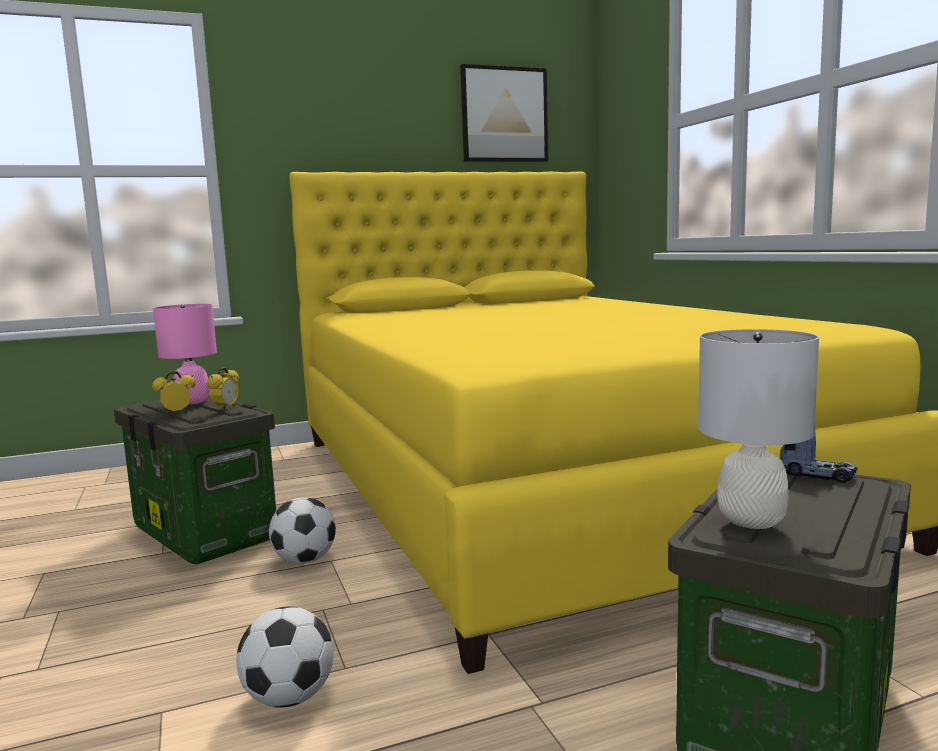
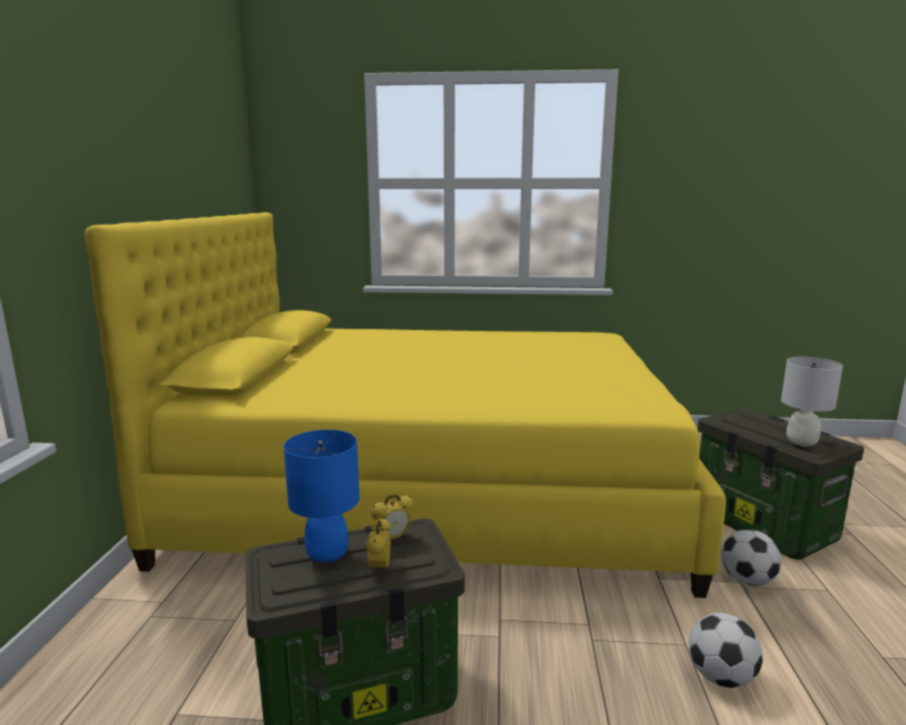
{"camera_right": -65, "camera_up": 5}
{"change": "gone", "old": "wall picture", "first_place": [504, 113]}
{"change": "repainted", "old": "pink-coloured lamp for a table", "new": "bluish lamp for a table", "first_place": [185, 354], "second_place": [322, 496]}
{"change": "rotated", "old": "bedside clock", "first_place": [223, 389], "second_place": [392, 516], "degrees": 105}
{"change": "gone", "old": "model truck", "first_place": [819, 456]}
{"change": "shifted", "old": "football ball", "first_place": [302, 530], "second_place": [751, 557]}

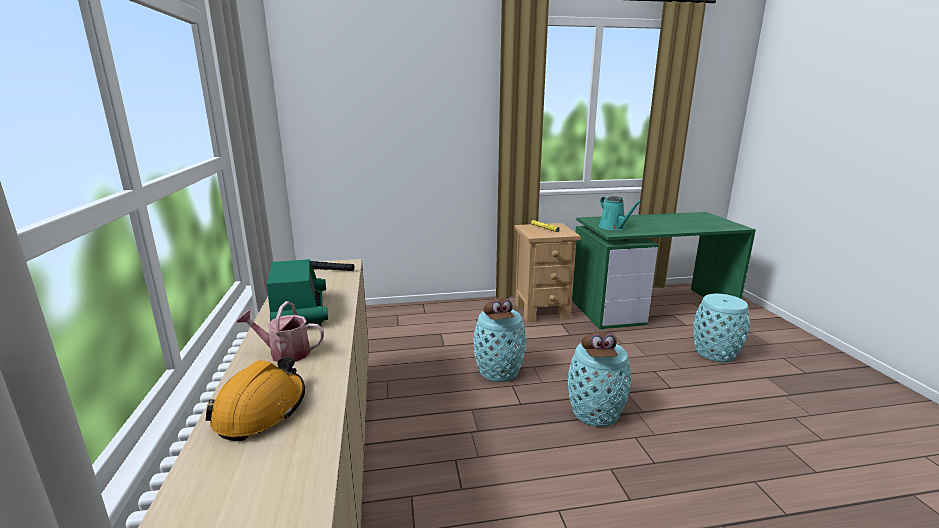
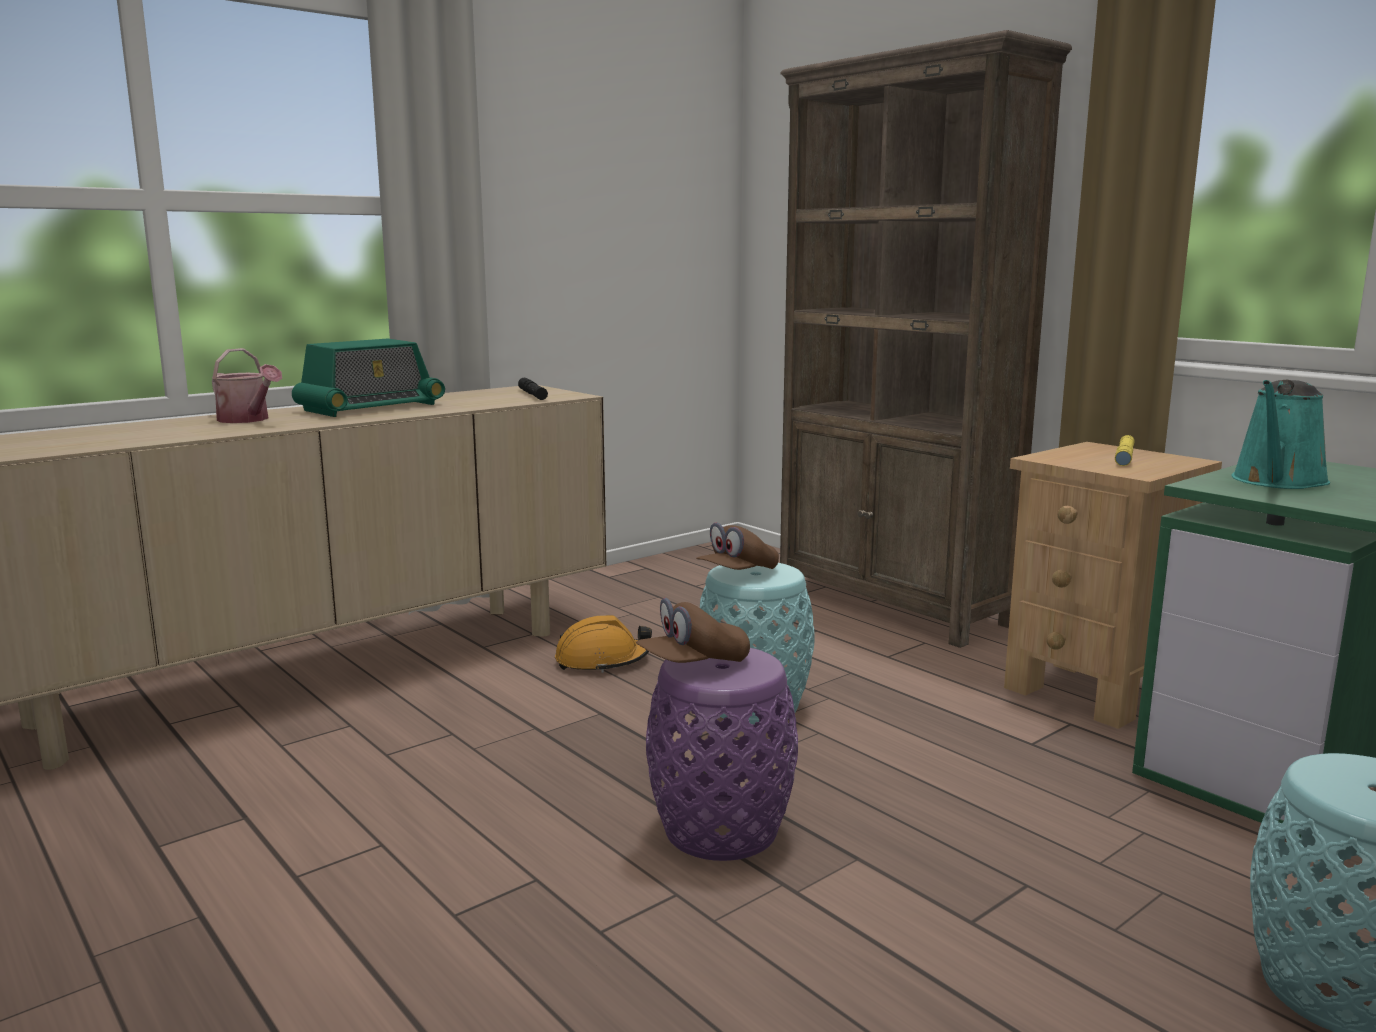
{"camera_right": 60, "camera_up": -5}
{"change": "rotated", "old": "sprinkling can", "first_place": [280, 331], "second_place": [247, 385], "degrees": 150}
{"change": "repainted", "old": "blue-green stool", "new": "purplish stool", "first_place": [599, 385], "second_place": [722, 754]}
{"change": "shifted", "old": "orange work helmet", "first_place": [255, 398], "second_place": [603, 644]}
{"change": "new", "new": "brown bookcase", "second_place": [926, 339]}

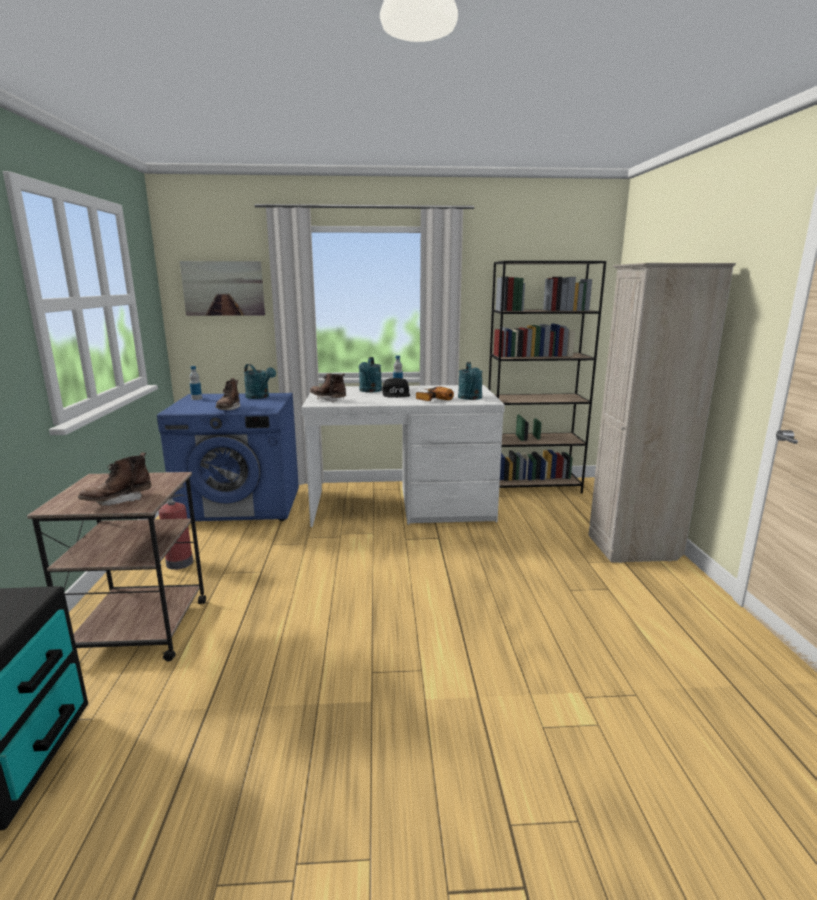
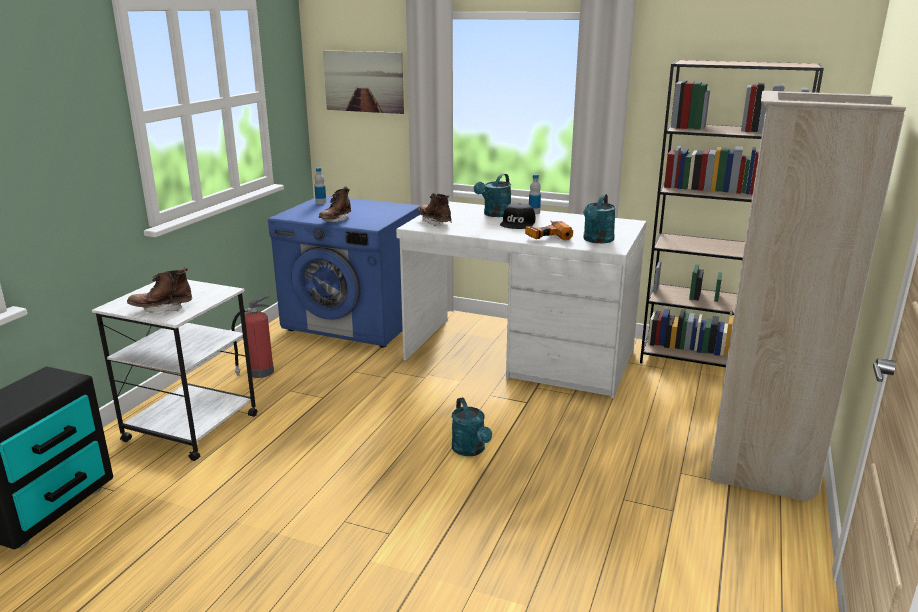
{"camera_right": 25, "camera_up": 5}
{"change": "shifted", "old": "blue-green sprinkling can", "first_place": [259, 381], "second_place": [472, 427]}
{"change": "repainted", "old": "brown wheeled cart", "new": "white-coloured wheeled cart", "first_place": [116, 566], "second_place": [175, 370]}

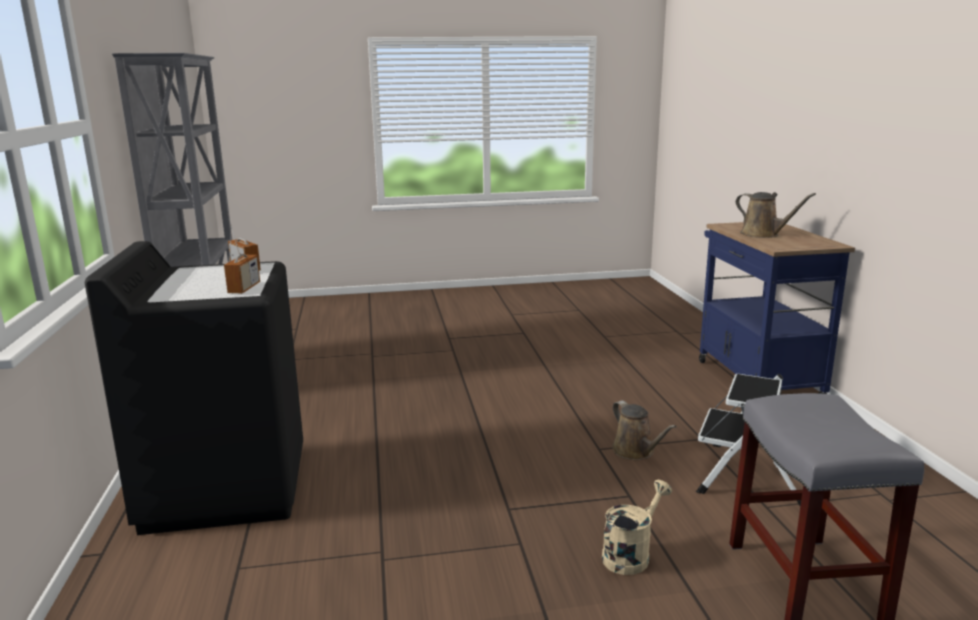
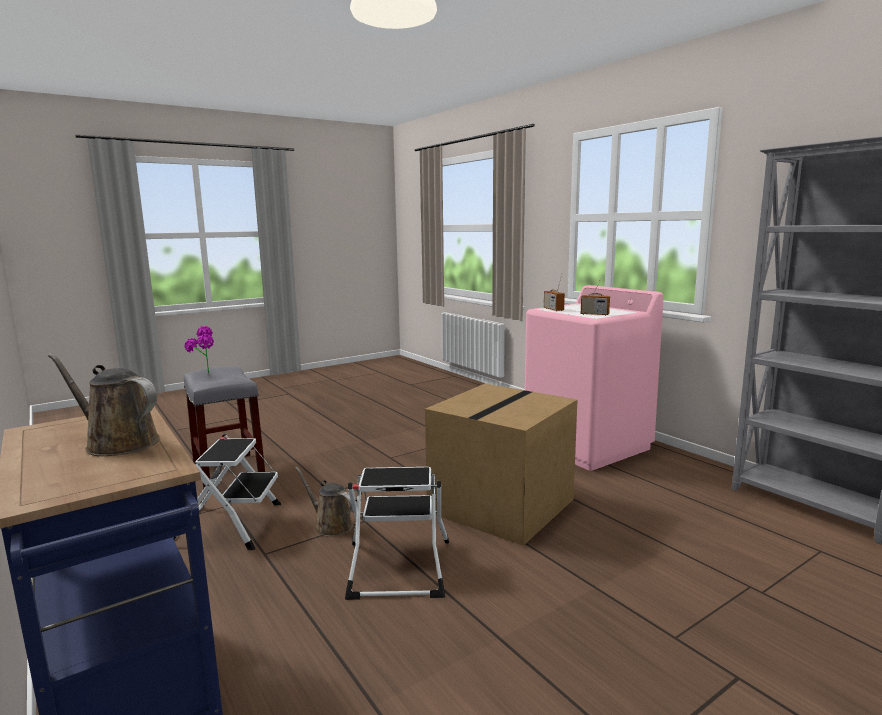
{"camera_right": 155, "camera_up": -5}
{"change": "repainted", "old": "black-coloured laundry machine", "new": "pink-coloured laundry machine", "first_place": [194, 388], "second_place": [594, 378]}
{"change": "gone", "old": "beige sprinkling can", "first_place": [637, 527]}
{"change": "new", "new": "plant in a pot", "second_place": [199, 349]}
{"change": "new", "new": "carton", "second_place": [501, 465]}
{"change": "new", "new": "step stool", "second_place": [397, 533]}

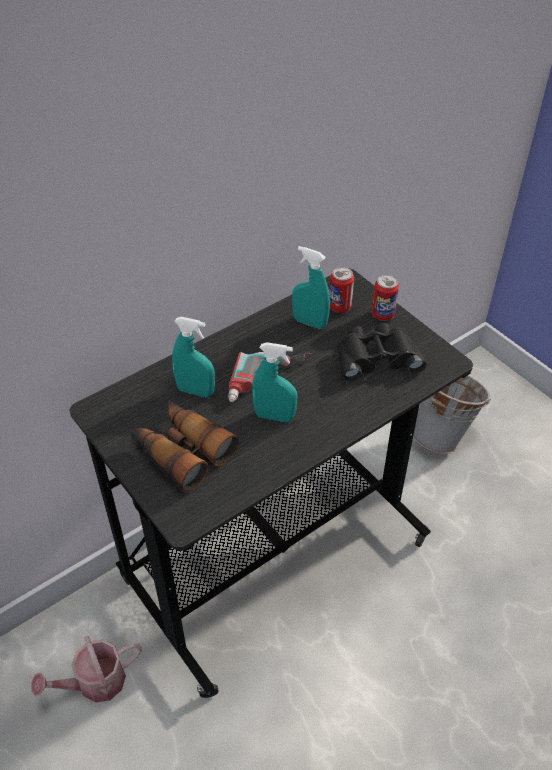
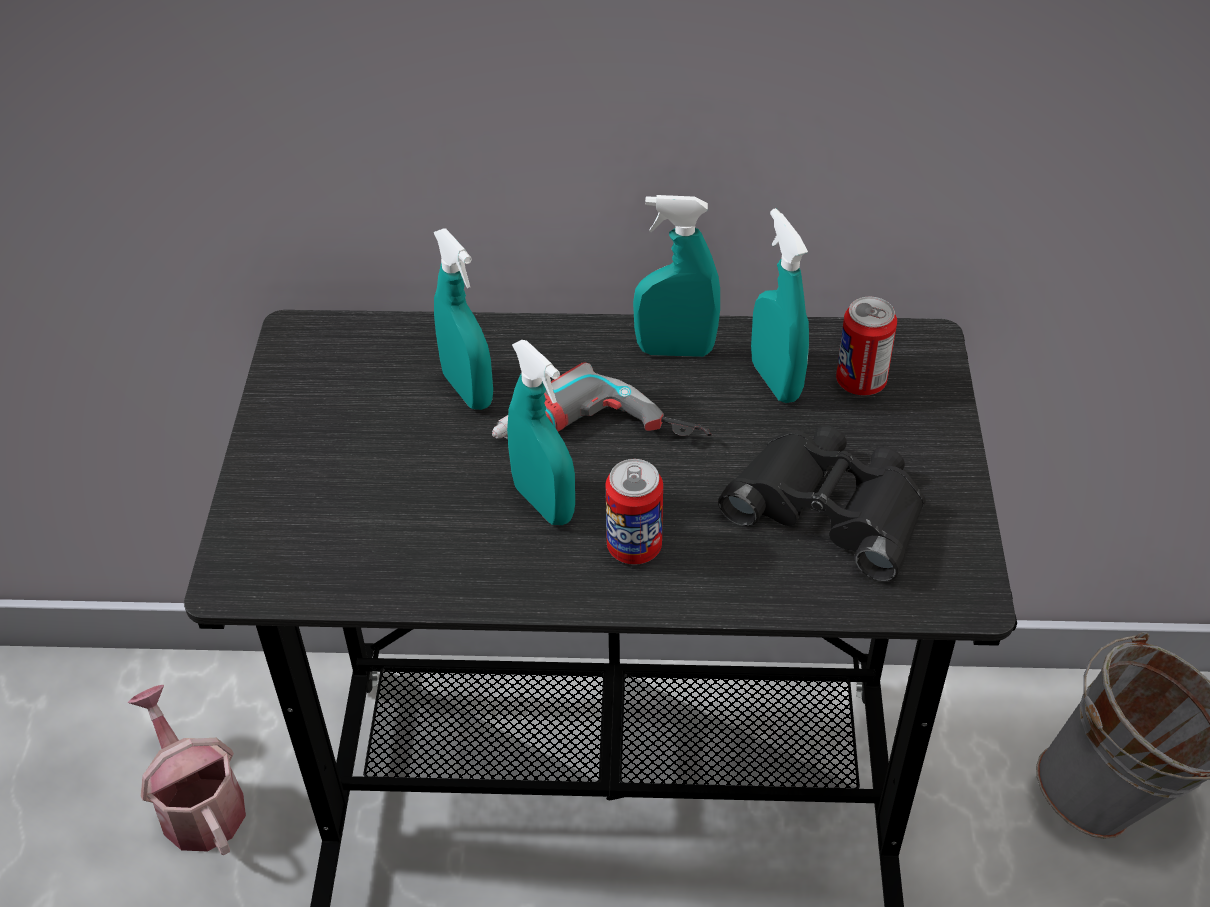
{"camera_right": 40, "camera_up": 0}
{"change": "shifted", "old": "metal can", "first_place": [385, 298], "second_place": [634, 512]}
{"change": "gone", "old": "binoculars", "first_place": [184, 446]}
{"change": "rotated", "old": "sprinkling can", "first_place": [86, 669], "second_place": [187, 770], "degrees": 45}
{"change": "new", "new": "blue-green hand sprayer", "second_place": [676, 276]}

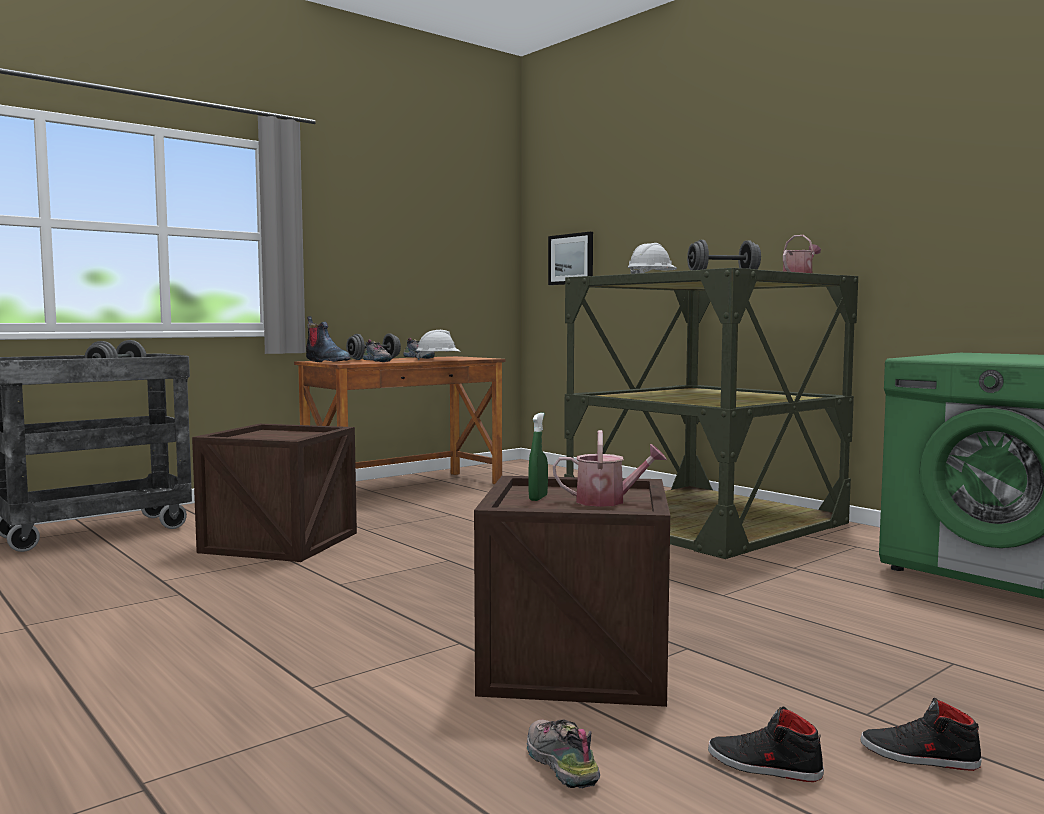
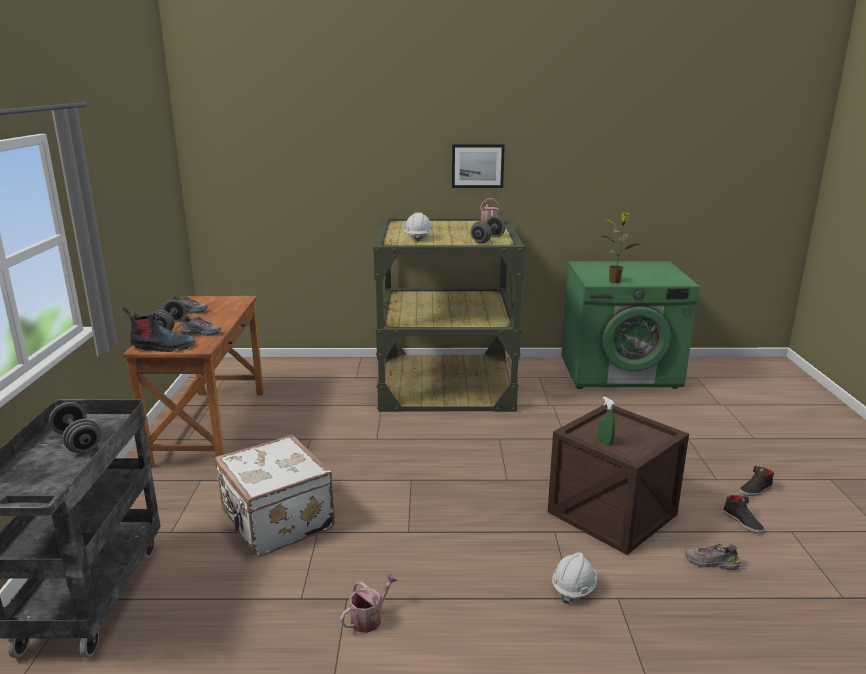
{"camera_right": -50, "camera_up": 15}
{"change": "shifted", "old": "wall picture", "first_place": [570, 258], "second_place": [478, 166]}
{"change": "shifted", "old": "white-coloured work helmet", "first_place": [438, 345], "second_place": [574, 578]}
{"change": "swapped", "old": "crate", "new": "white-coloured suitcase", "first_place": [274, 493], "second_place": [275, 495]}
{"change": "shifted", "old": "sprinkling can", "first_place": [610, 468], "second_place": [369, 603]}
{"change": "rotated", "old": "black-coloured shoe", "first_place": [766, 744], "second_place": [743, 514], "degrees": -90}
{"change": "new", "new": "plant in a pot", "second_place": [619, 247]}

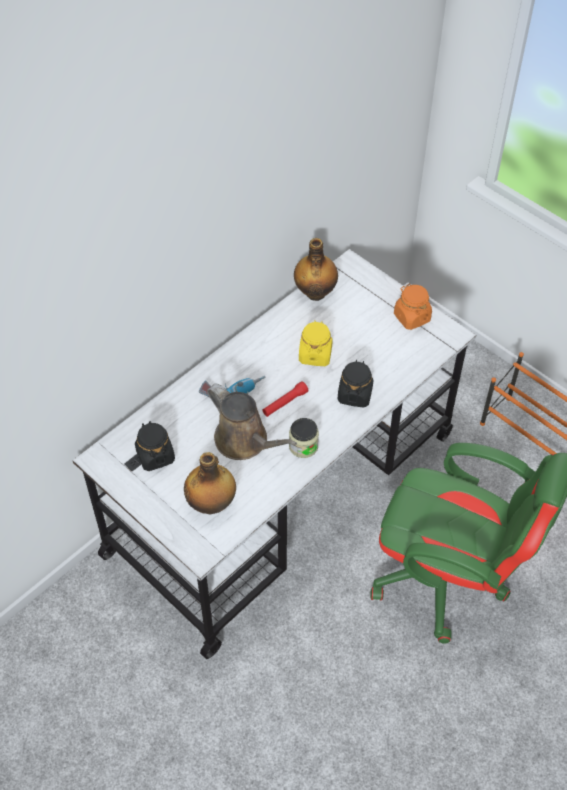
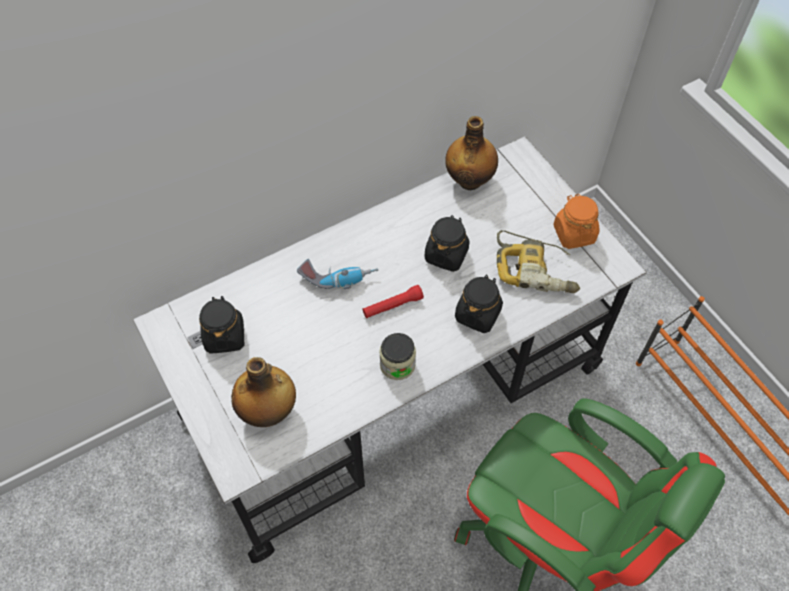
{"camera_right": 15, "camera_up": 5}
{"change": "repainted", "old": "yellow-coloured jar", "new": "black-coloured jar", "first_place": [316, 343], "second_place": [447, 243]}
{"change": "gone", "old": "brown sprinkling can", "first_place": [252, 422]}
{"change": "new", "new": "power drill", "second_place": [538, 261]}

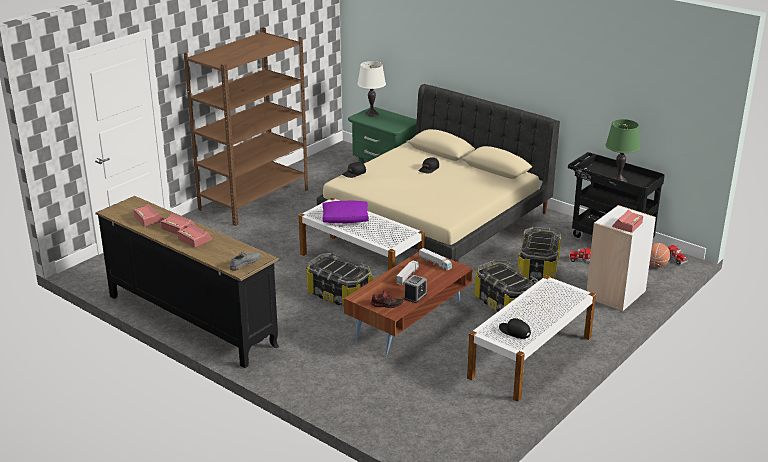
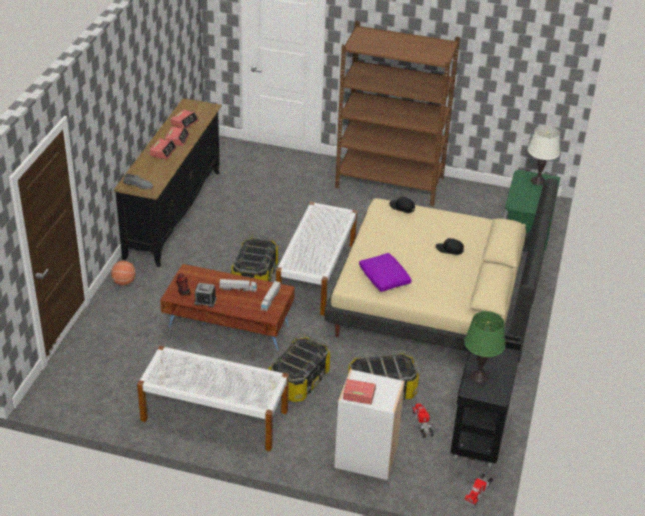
{"camera_right": 65, "camera_up": 10}
{"change": "shifted", "old": "purplish throw pillow", "first_place": [345, 212], "second_place": [385, 272]}
{"change": "shifted", "old": "ball for basketball", "first_place": [659, 255], "second_place": [123, 273]}
{"change": "gone", "old": "black-coloured cap", "first_place": [515, 328]}

